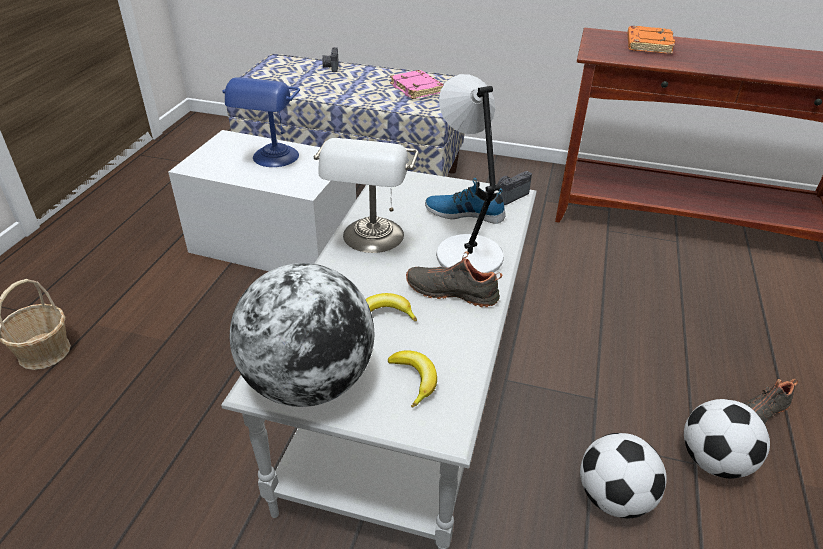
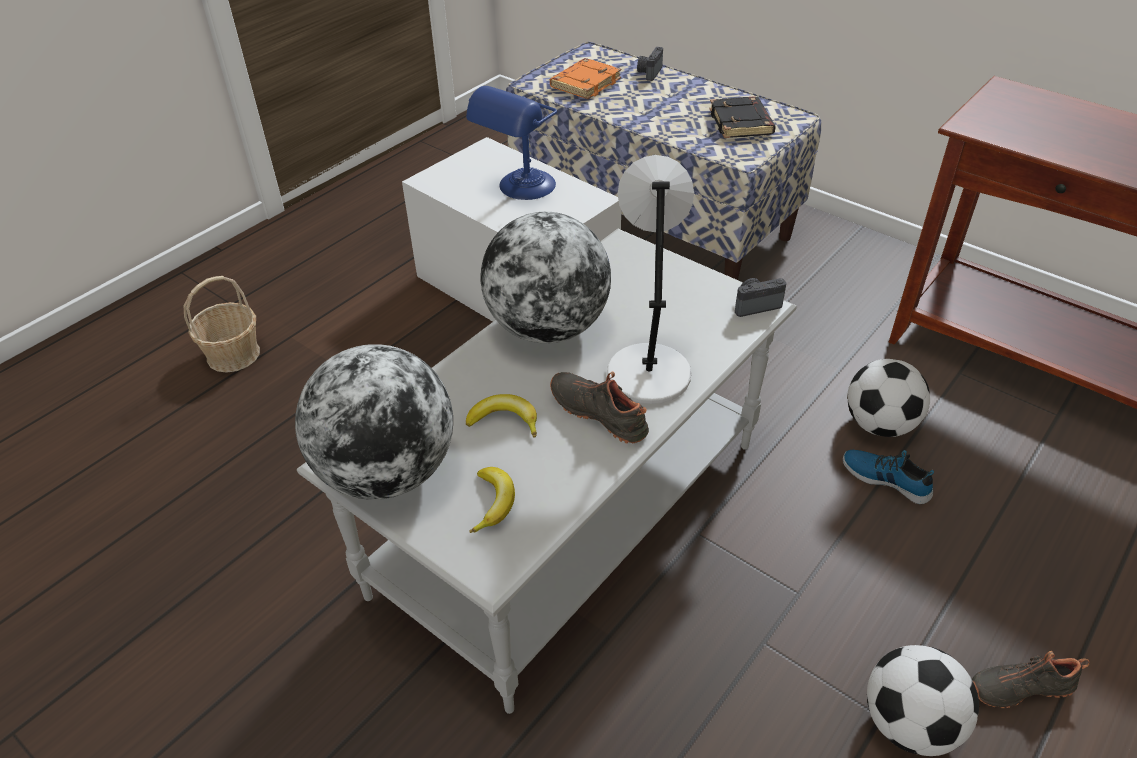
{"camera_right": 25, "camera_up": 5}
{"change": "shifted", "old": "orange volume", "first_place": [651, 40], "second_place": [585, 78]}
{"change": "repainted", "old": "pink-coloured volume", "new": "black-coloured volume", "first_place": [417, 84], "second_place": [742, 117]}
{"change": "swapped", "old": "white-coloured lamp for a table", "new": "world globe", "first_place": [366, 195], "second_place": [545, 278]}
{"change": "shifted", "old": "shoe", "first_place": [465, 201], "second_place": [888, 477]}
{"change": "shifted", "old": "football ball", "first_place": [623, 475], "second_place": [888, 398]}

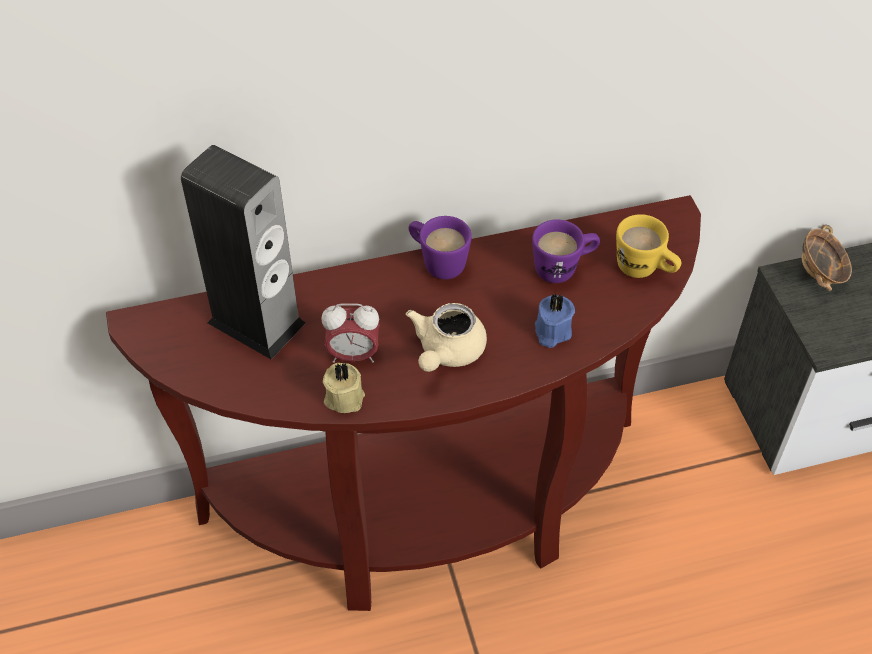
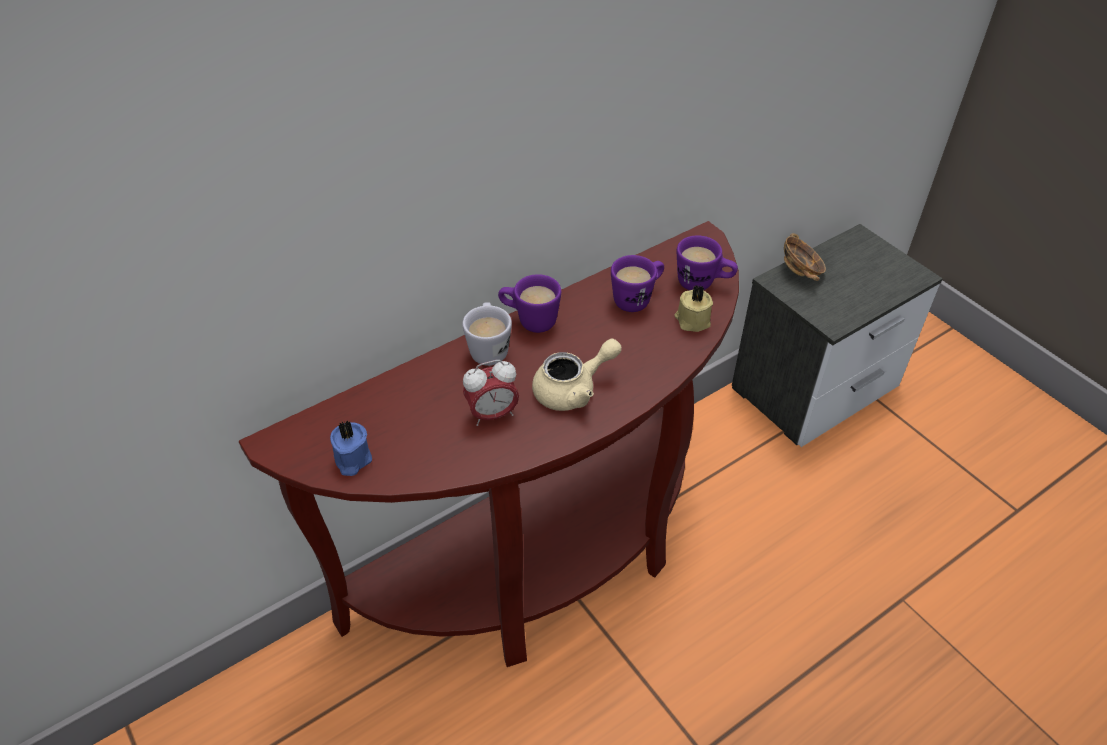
{"camera_right": -20, "camera_up": -5}
{"change": "gone", "old": "loudspeaker", "first_place": [243, 252]}
{"change": "repainted", "old": "yellow-coloured coffee mug", "new": "purplish coffee mug", "first_place": [648, 246], "second_place": [707, 263]}
{"change": "shifted", "old": "bluish candle", "first_place": [555, 321], "second_place": [351, 448]}
{"change": "rotated", "old": "beige pot for tea", "first_place": [446, 337], "second_place": [577, 375], "degrees": -120}
{"change": "shifted", "old": "beige candle", "first_place": [344, 388], "second_place": [693, 308]}
{"change": "new", "new": "white-coloured coffee mug", "second_place": [487, 334]}

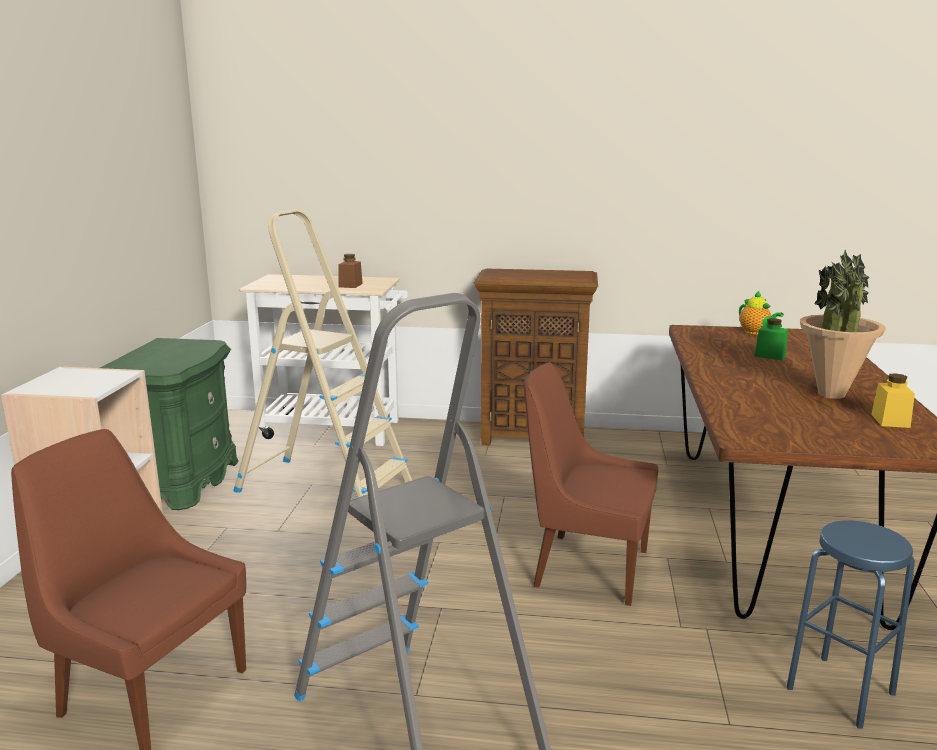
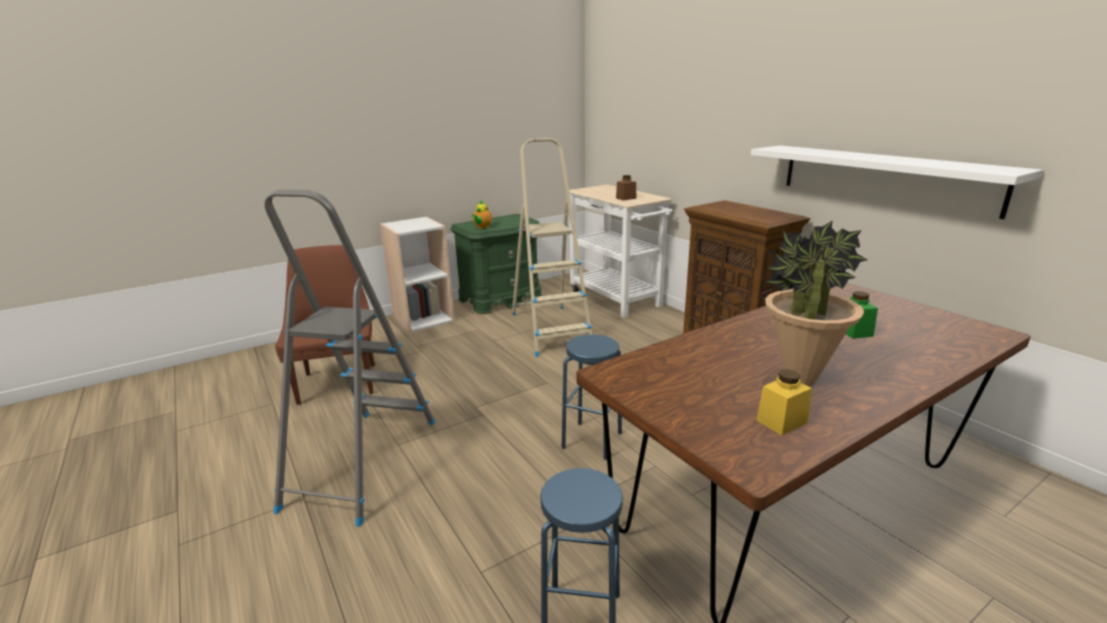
{"camera_right": 50, "camera_up": 5}
{"change": "shifted", "old": "pot for tea", "first_place": [761, 312], "second_place": [482, 214]}
{"change": "swapped", "old": "brown chair", "new": "bluish stool", "first_place": [591, 484], "second_place": [592, 397]}
{"change": "new", "new": "white-coloured wall shelf", "second_place": [897, 182]}

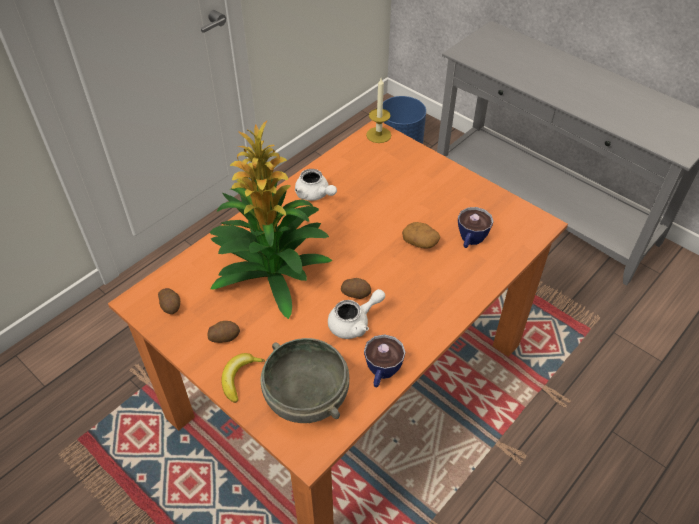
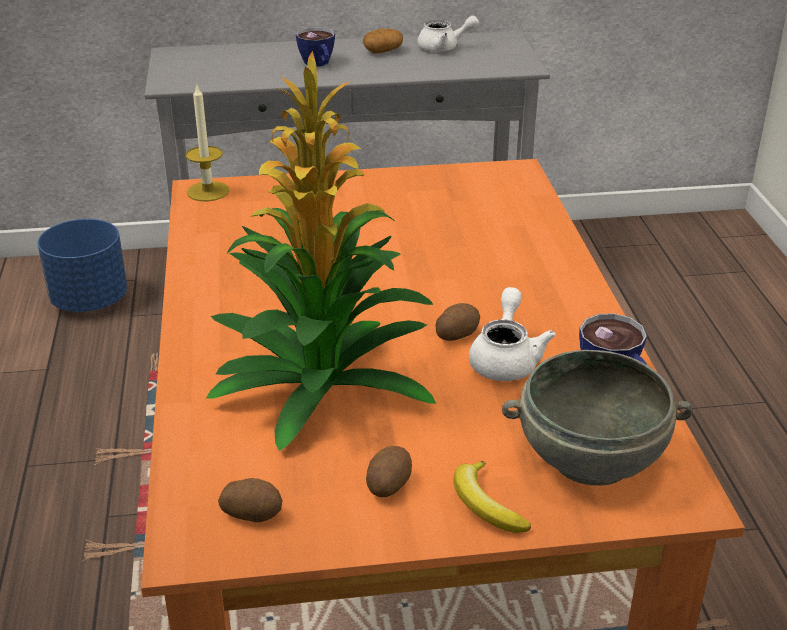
{"camera_right": -50, "camera_up": -15}
{"change": "shifted", "old": "white-coloured pot for tea", "first_place": [316, 185], "second_place": [448, 34]}
{"change": "shifted", "old": "cup", "first_place": [476, 227], "second_place": [315, 47]}
{"change": "shifted", "old": "whole potato", "first_place": [421, 235], "second_place": [383, 41]}

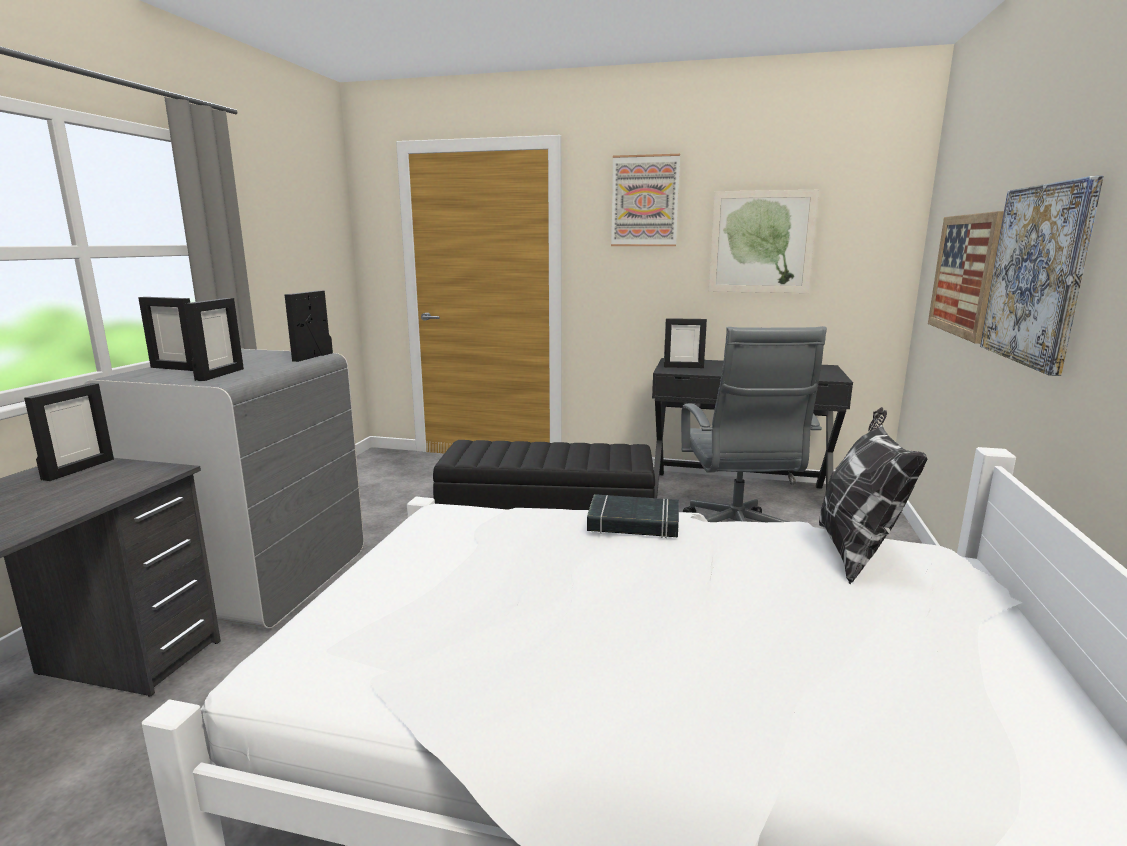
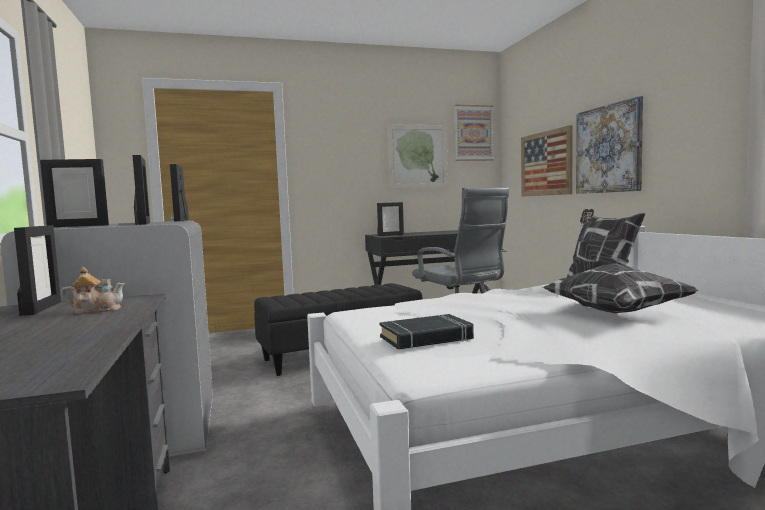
{"camera_right": -30, "camera_up": -10}
{"change": "shifted", "old": "wall picture", "first_place": [645, 200], "second_place": [474, 133]}
{"change": "shifted", "old": "black-coloured volume", "first_place": [633, 516], "second_place": [427, 331]}
{"change": "new", "new": "throw pillow", "second_place": [621, 288]}
{"change": "new", "new": "pot for tea", "second_place": [93, 290]}

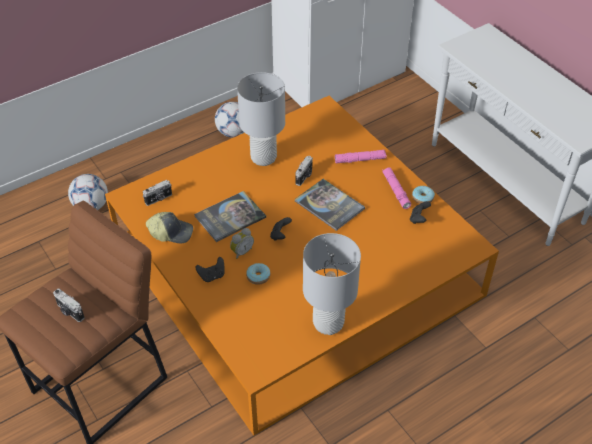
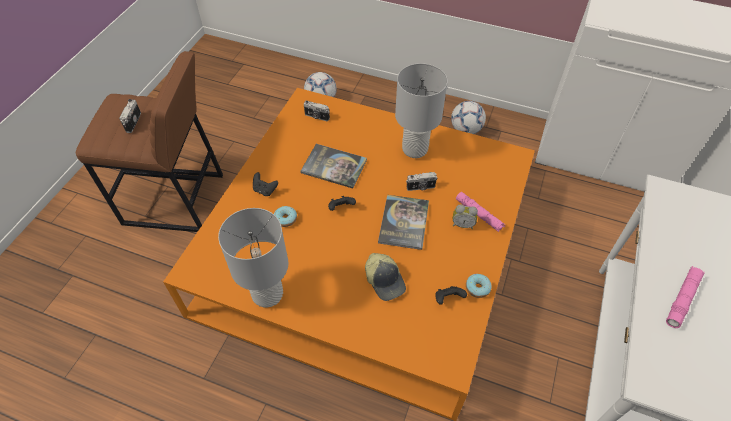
{"camera_right": 55, "camera_up": 5}
{"change": "shifted", "old": "pink-coloured flashlight", "first_place": [396, 188], "second_place": [685, 297]}
{"change": "shifted", "old": "cap", "first_place": [169, 227], "second_place": [385, 277]}
{"change": "shifted", "old": "bedside clock", "first_place": [242, 243], "second_place": [465, 216]}

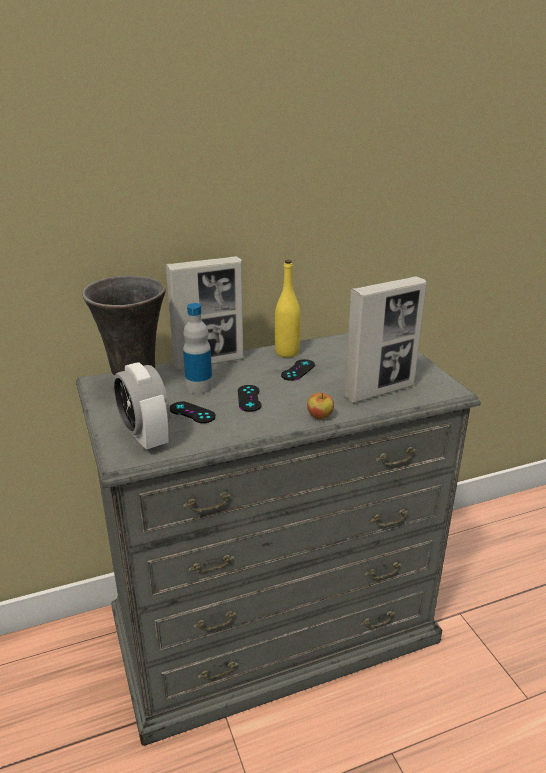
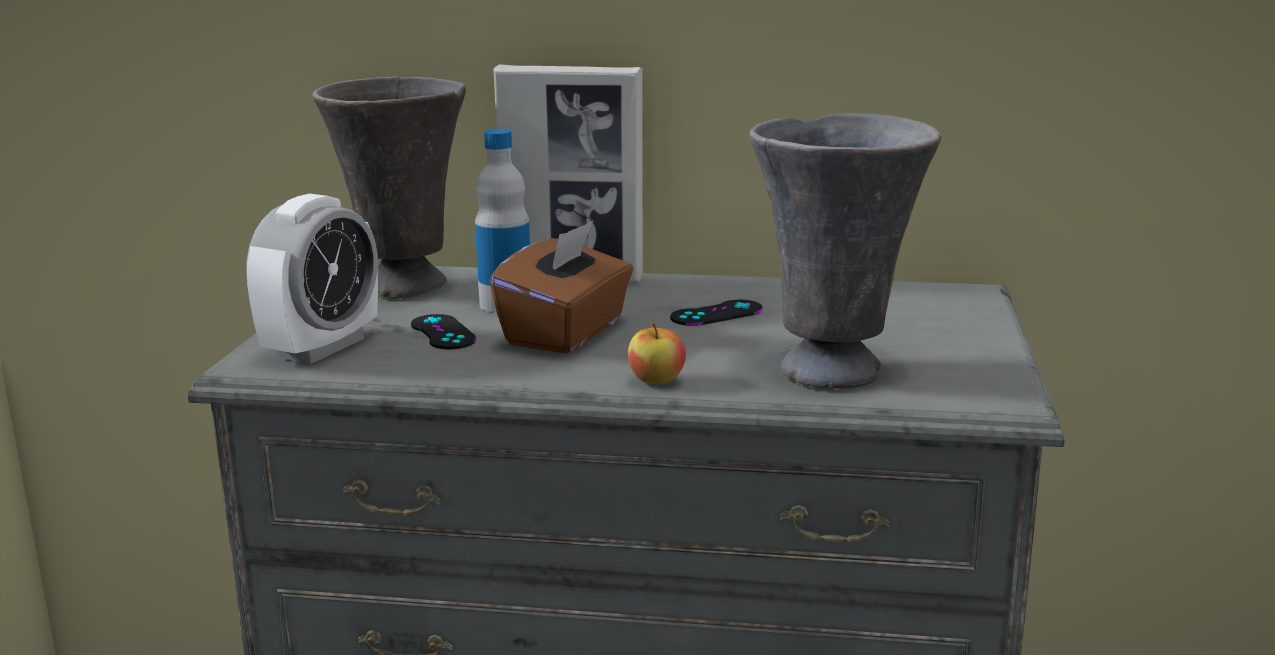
{"camera_right": 30, "camera_up": -10}
{"change": "gone", "old": "yellow-coloured beverage bottle", "first_place": [288, 308]}
{"change": "swapped", "old": "standing frame", "new": "grey decorative vase", "first_place": [385, 339], "second_place": [845, 251]}
{"change": "rotated", "old": "bedside clock", "first_place": [141, 407], "second_place": [312, 279], "degrees": -150}
{"change": "swapped", "old": "black-coloured game controller", "new": "brown box of tissues", "first_place": [250, 398], "second_place": [561, 287]}

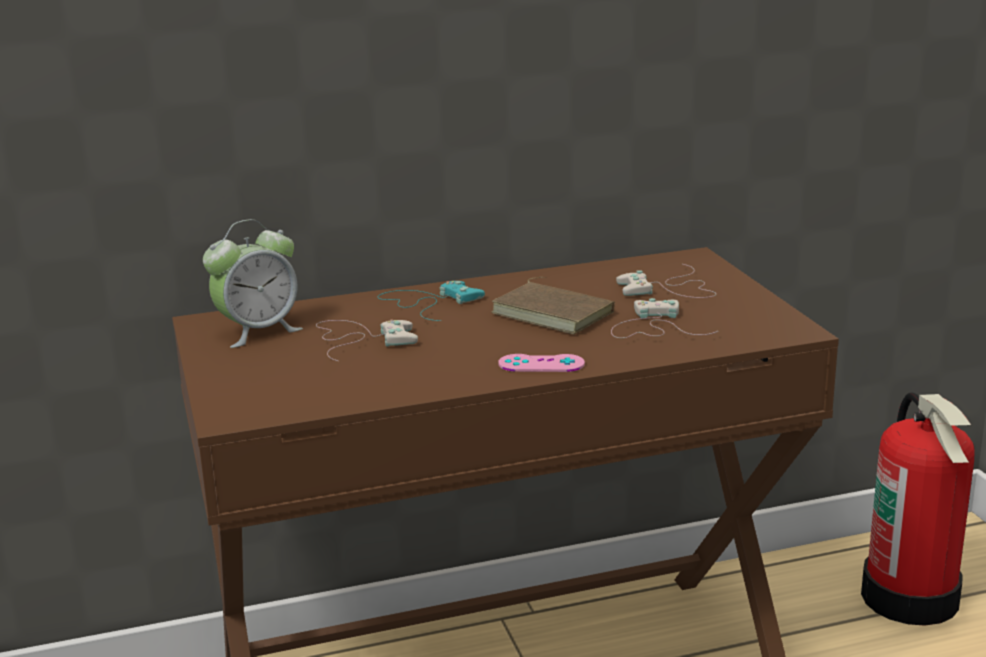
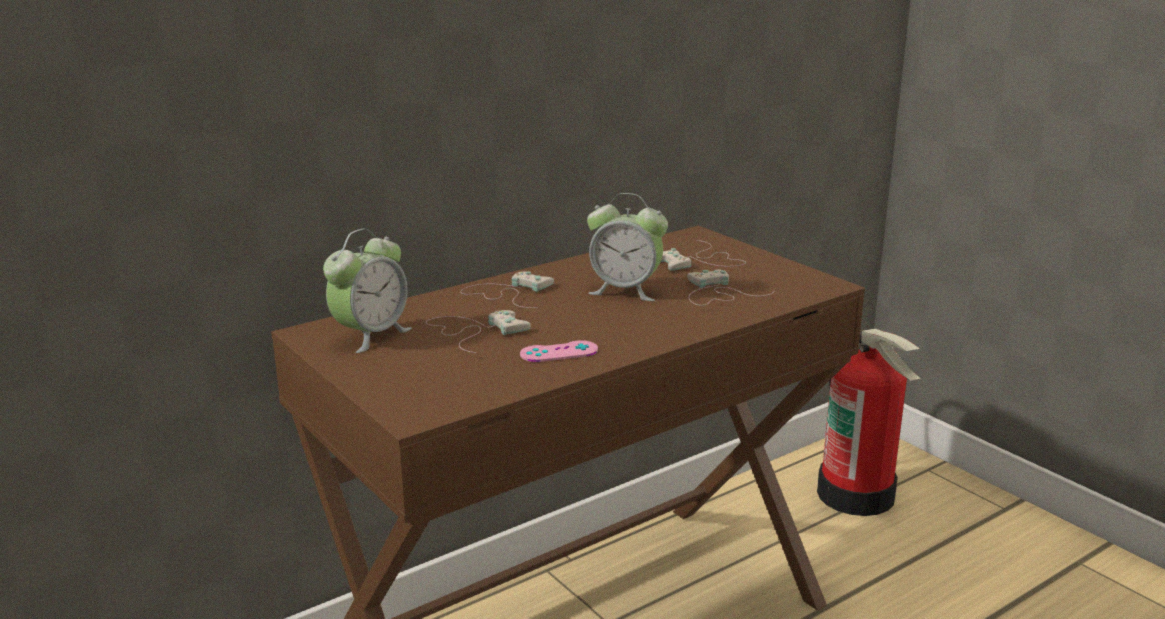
{"camera_right": -20, "camera_up": 0}
{"change": "swapped", "old": "brown volume", "new": "bedside clock", "first_place": [553, 305], "second_place": [627, 247]}
{"change": "repainted", "old": "blue-green game controller", "new": "white-coloured game controller", "first_place": [431, 301], "second_place": [507, 289]}
{"change": "shifted", "old": "pink-coloured game controller", "first_place": [541, 363], "second_place": [559, 351]}

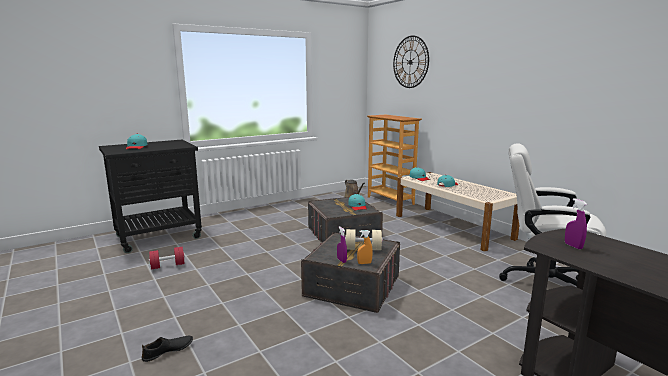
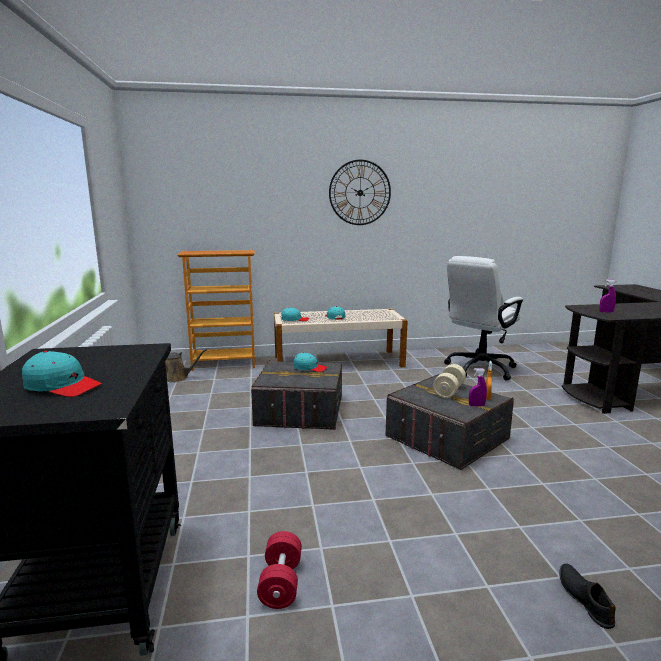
{"camera_right": -65, "camera_up": 0}
{"change": "shifted", "old": "clock on the wall", "first_place": [411, 61], "second_place": [360, 192]}

